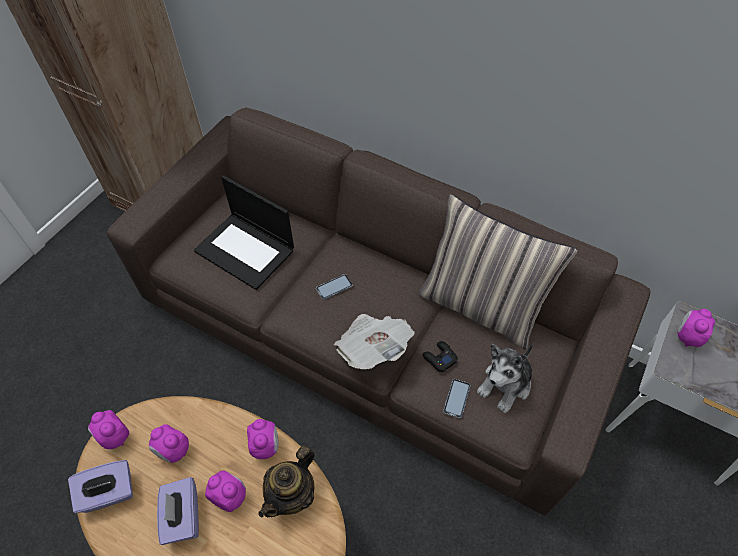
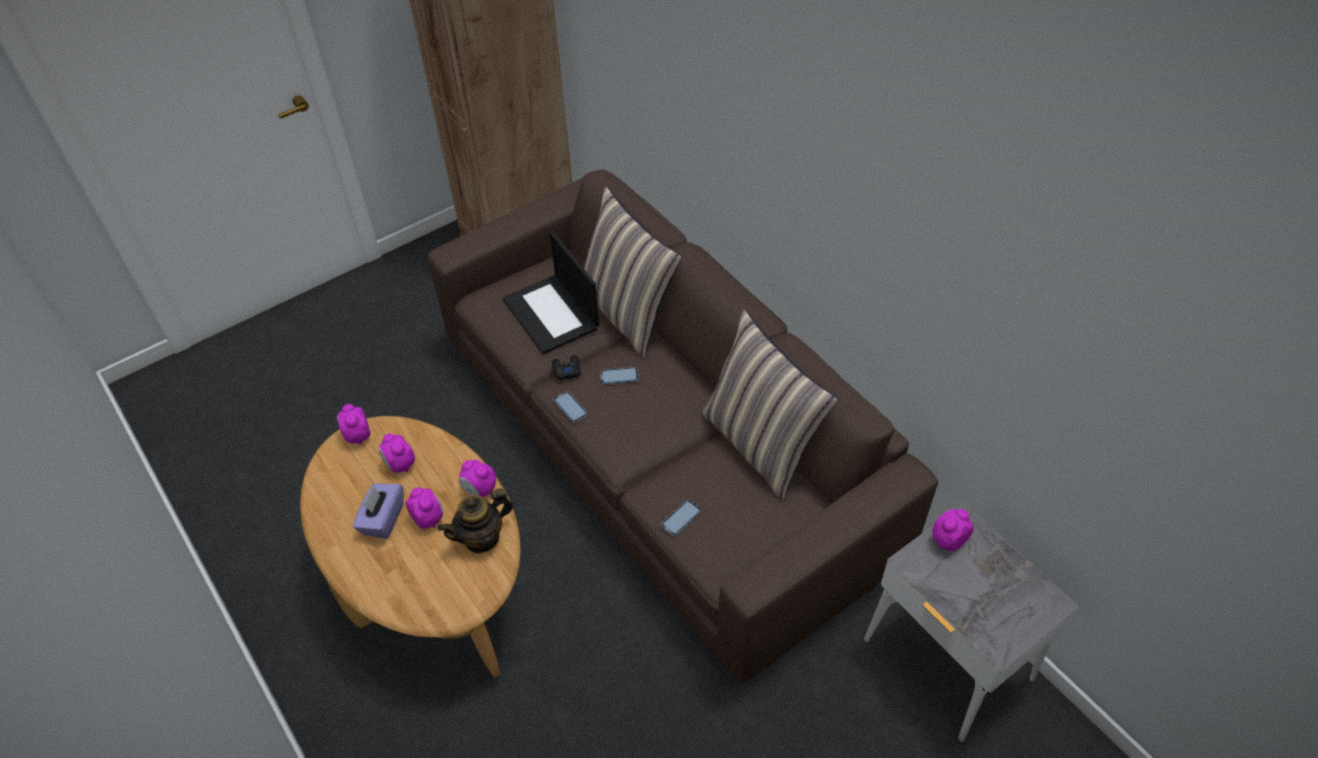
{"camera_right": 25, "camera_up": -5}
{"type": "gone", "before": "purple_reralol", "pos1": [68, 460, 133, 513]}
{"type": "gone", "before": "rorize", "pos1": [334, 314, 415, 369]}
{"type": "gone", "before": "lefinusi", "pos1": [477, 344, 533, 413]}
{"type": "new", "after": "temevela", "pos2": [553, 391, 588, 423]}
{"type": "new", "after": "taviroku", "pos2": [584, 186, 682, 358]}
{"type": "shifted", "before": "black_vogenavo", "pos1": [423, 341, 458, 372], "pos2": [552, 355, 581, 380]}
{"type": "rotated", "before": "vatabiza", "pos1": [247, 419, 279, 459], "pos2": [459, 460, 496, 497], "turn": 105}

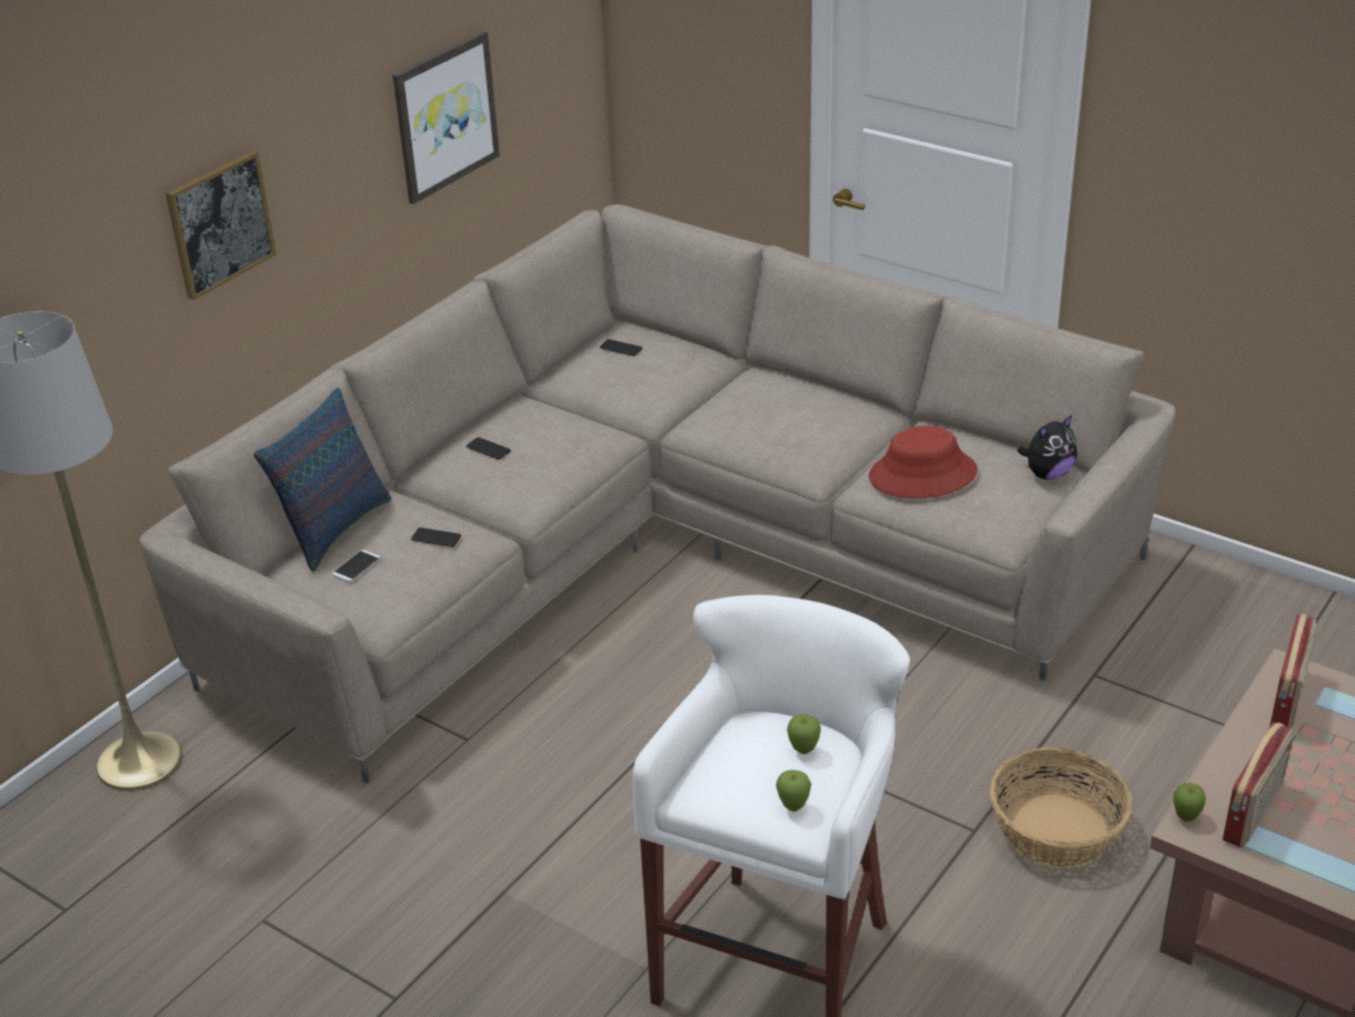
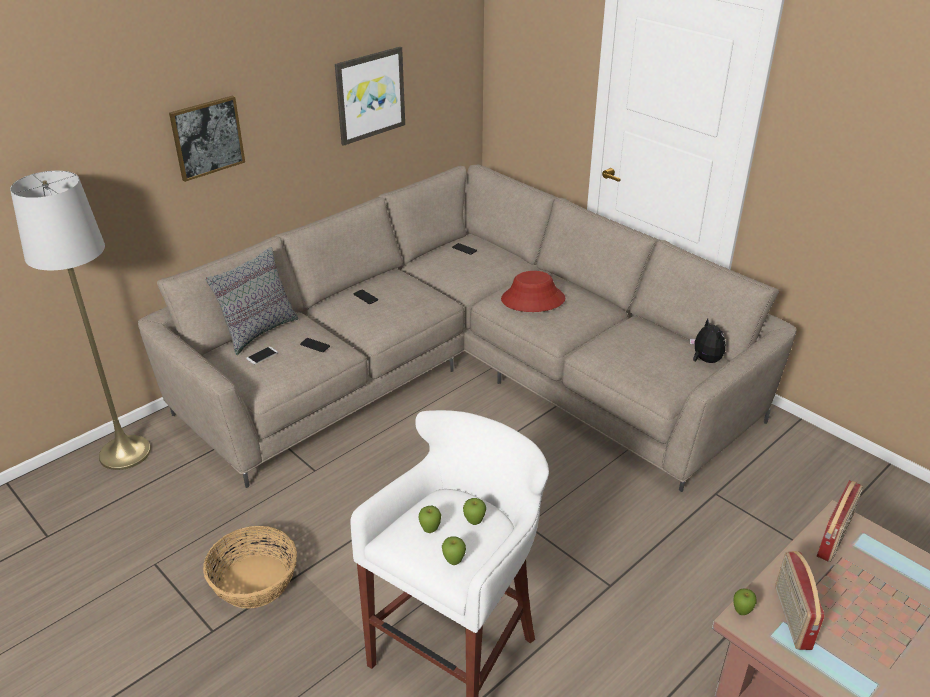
{"camera_right": 10, "camera_up": 0}
{"type": "new", "after": "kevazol", "pos2": [418, 506, 441, 533]}
{"type": "shifted", "before": "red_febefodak", "pos1": [869, 426, 978, 498], "pos2": [501, 271, 565, 312]}
{"type": "shifted", "before": "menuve", "pos1": [990, 748, 1132, 868], "pos2": [203, 526, 297, 609]}
{"type": "repainted", "before": "blue_taviroku", "after": "grey_taviroku", "pos1": [254, 388, 391, 572], "pos2": [205, 247, 299, 355]}
{"type": "rotated", "before": "lefinusi", "pos1": [1018, 415, 1077, 480], "pos2": [690, 318, 726, 363], "turn": -90}
{"type": "rotated", "before": "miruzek", "pos1": [1223, 722, 1294, 848], "pos2": [775, 551, 824, 650], "turn": 135}

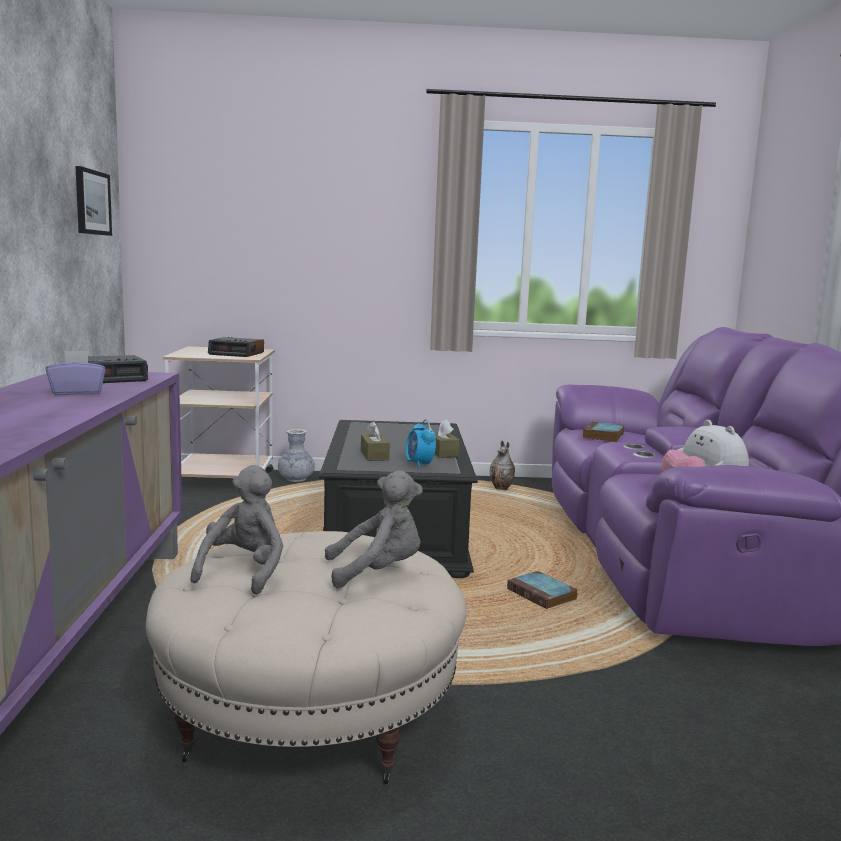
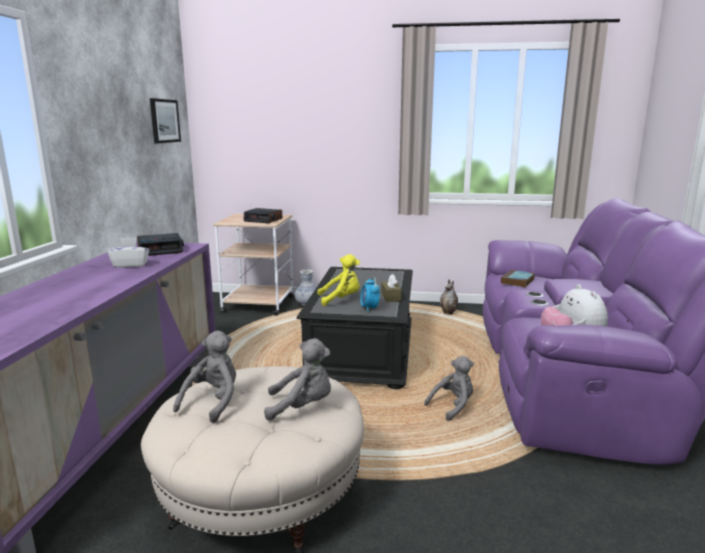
{"camera_right": 10, "camera_up": 5}
{"type": "swapped", "before": "brown_reralol", "after": "yellow_lefinusi", "pos1": [361, 421, 390, 461], "pos2": [318, 254, 360, 306]}
{"type": "swapped", "before": "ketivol", "after": "grey_lefinusi", "pos1": [507, 571, 578, 609], "pos2": [424, 356, 474, 421]}
{"type": "repainted", "before": "purple_reralol", "after": "white_reralol", "pos1": [46, 350, 106, 395], "pos2": [107, 237, 150, 268]}

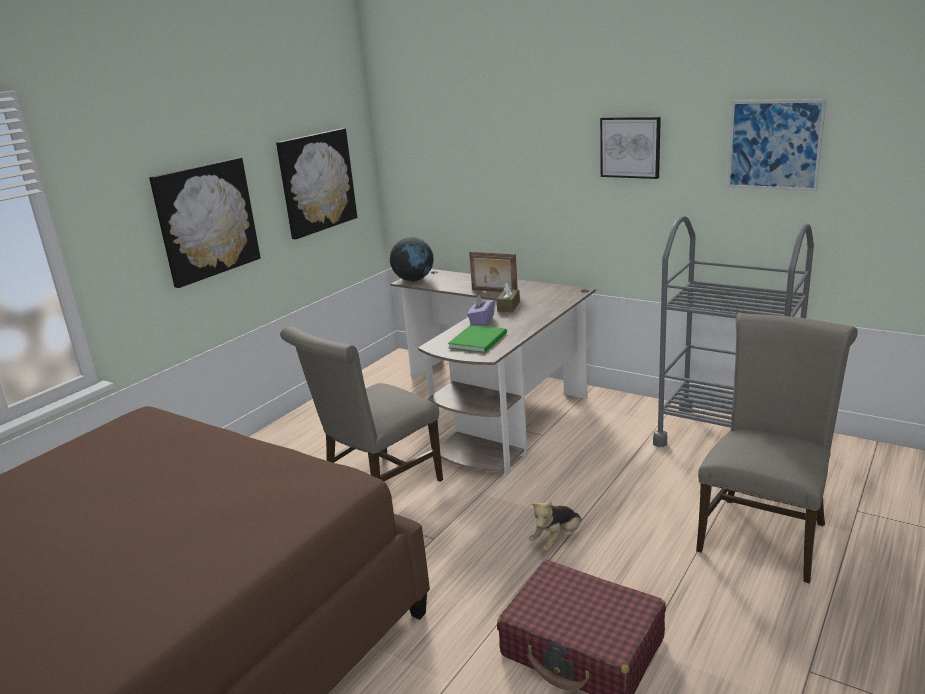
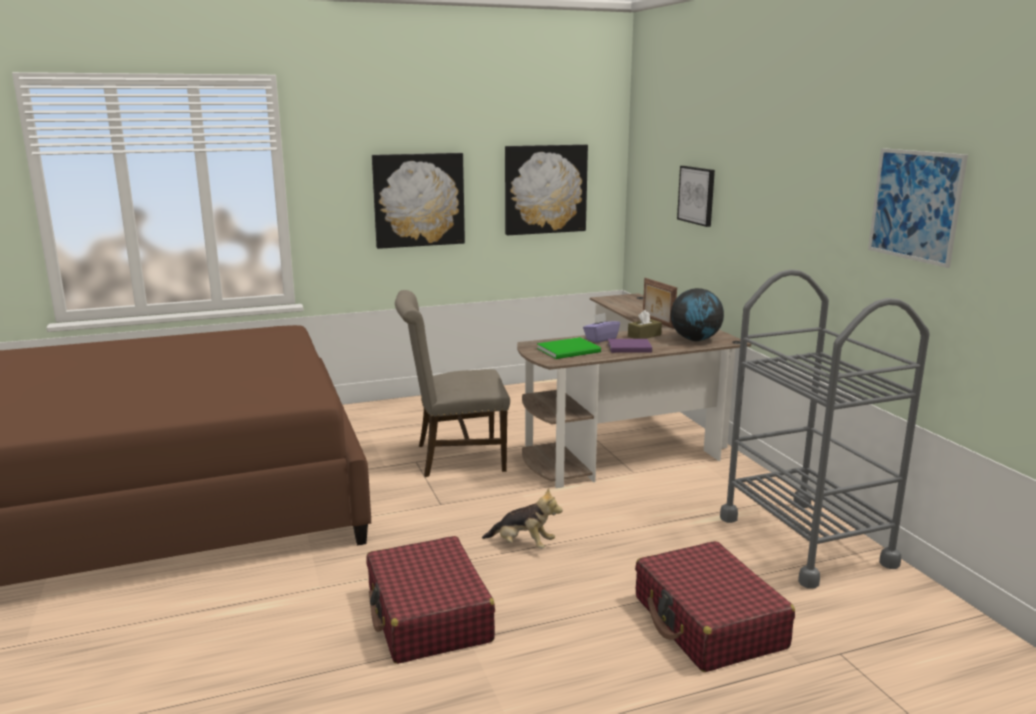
{"camera_right": 35, "camera_up": -5}
{"type": "new", "after": "purple_ketivol", "pos2": [608, 339, 652, 353]}
{"type": "shifted", "before": "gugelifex", "pos1": [390, 237, 433, 282], "pos2": [671, 288, 724, 341]}
{"type": "shifted", "before": "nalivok", "pos1": [600, 117, 661, 179], "pos2": [677, 166, 715, 227]}
{"type": "swapped", "before": "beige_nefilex", "after": "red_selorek", "pos1": [696, 313, 858, 584], "pos2": [635, 541, 795, 672]}
{"type": "rotated", "before": "lefinusi", "pos1": [529, 502, 582, 551], "pos2": [482, 487, 563, 549], "turn": -150}

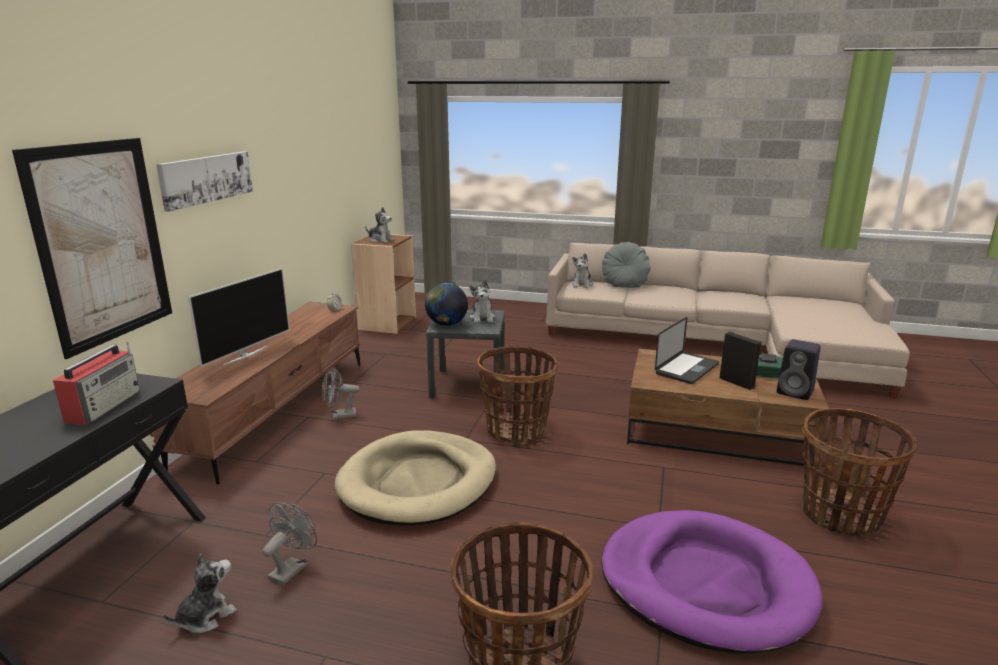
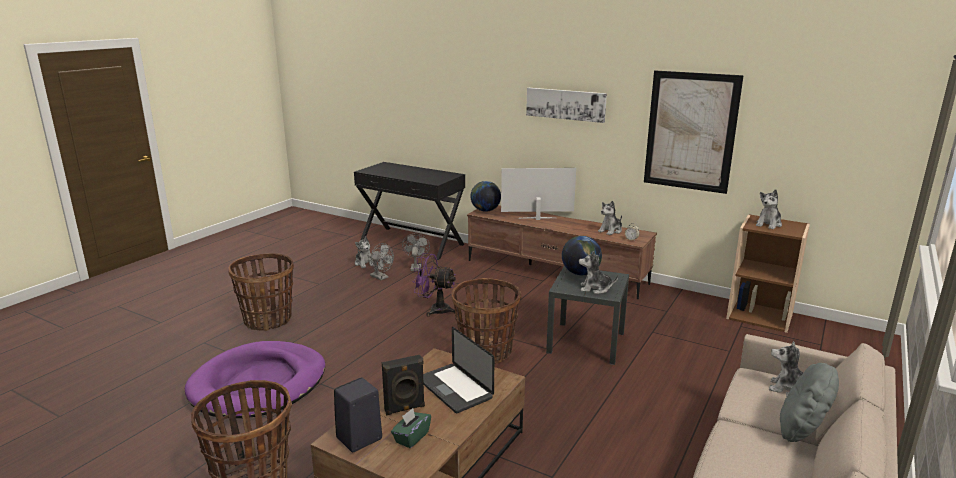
{"camera_right": 105, "camera_up": 0}
{"type": "gone", "before": "miruzek", "pos1": [53, 341, 140, 425]}
{"type": "new", "after": "gugelifex", "pos2": [471, 181, 501, 212]}
{"type": "new", "after": "lefinusi", "pos2": [598, 201, 622, 235]}
{"type": "shifted", "before": "nalivok", "pos1": [12, 138, 172, 359], "pos2": [644, 70, 744, 194]}
{"type": "shifted", "before": "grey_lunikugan", "pos1": [322, 367, 360, 419], "pos2": [402, 234, 430, 271]}
{"type": "swapped", "before": "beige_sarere", "after": "purple_lunikugan", "pos1": [335, 430, 496, 526], "pos2": [412, 253, 456, 317]}
{"type": "rotated", "before": "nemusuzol", "pos1": [188, 268, 290, 367], "pos2": [501, 168, 576, 220], "turn": 135}

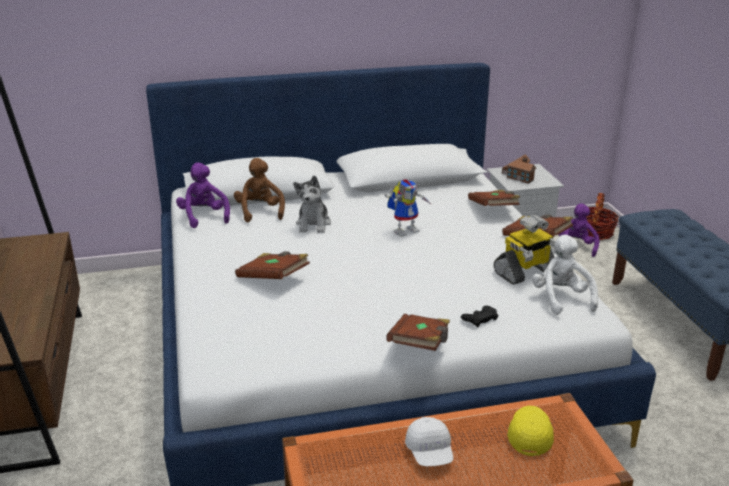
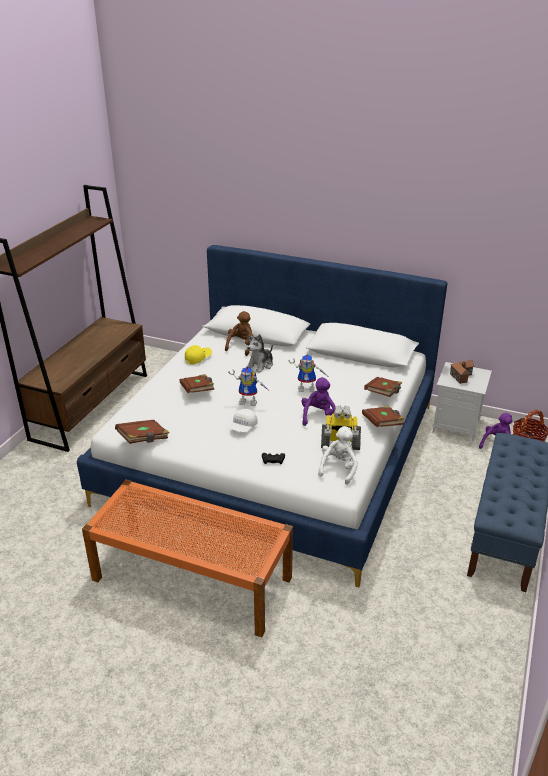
{"camera_right": 35, "camera_up": 5}
{"type": "new", "after": "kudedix", "pos2": [228, 367, 268, 406]}
{"type": "shifted", "before": "purple_lefinusi", "pos1": [176, 162, 230, 228], "pos2": [302, 377, 336, 426]}
{"type": "shifted", "before": "brown_ketivol", "pos1": [386, 314, 450, 351], "pos2": [115, 420, 169, 444]}
{"type": "shifted", "before": "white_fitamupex", "pos1": [405, 417, 453, 466], "pos2": [230, 409, 258, 432]}
{"type": "shifted", "before": "yellow_fitamupex", "pos1": [507, 406, 554, 456], "pos2": [185, 345, 212, 365]}

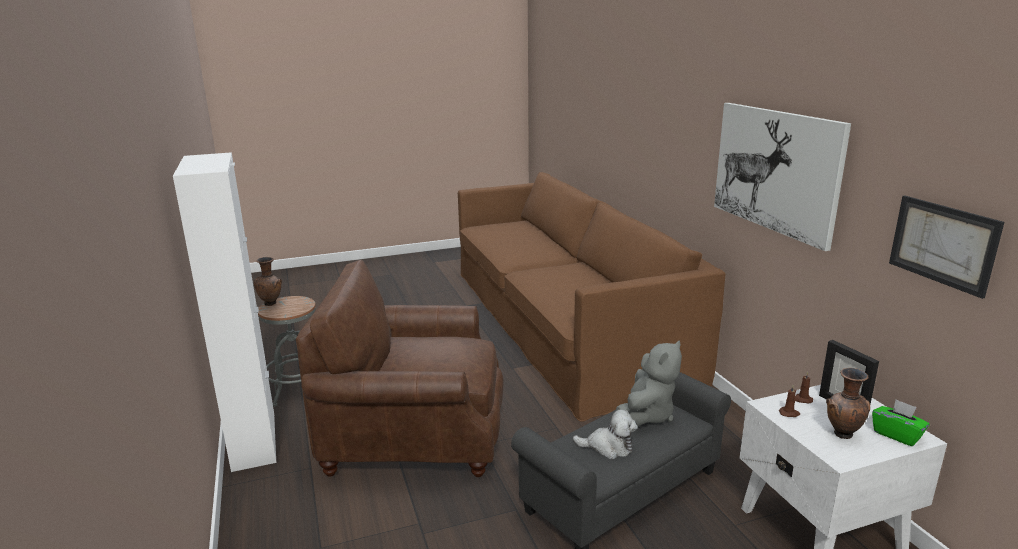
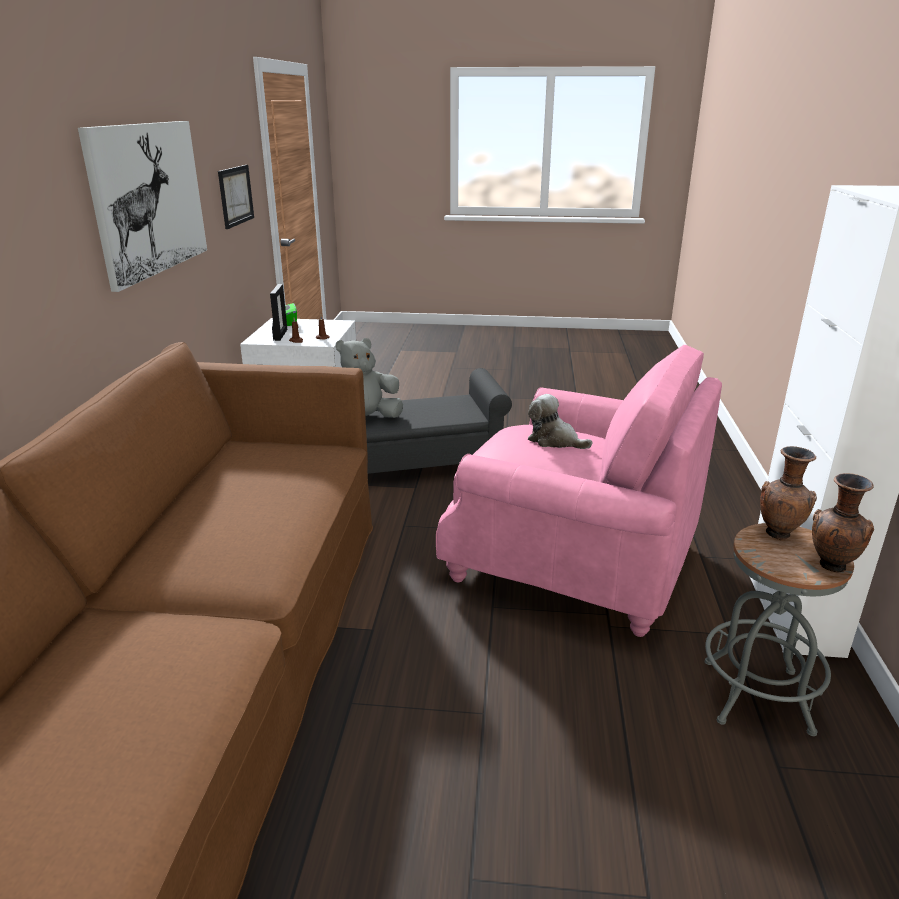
{"camera_right": -155, "camera_up": 5}
{"type": "shifted", "before": "lefinusi", "pos1": [573, 409, 638, 459], "pos2": [528, 394, 593, 449]}
{"type": "shifted", "before": "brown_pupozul", "pos1": [826, 368, 870, 439], "pos2": [760, 446, 817, 540]}
{"type": "repainted", "before": "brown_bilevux", "after": "pink_bilevux", "pos1": [296, 260, 504, 477], "pos2": [436, 345, 722, 637]}

